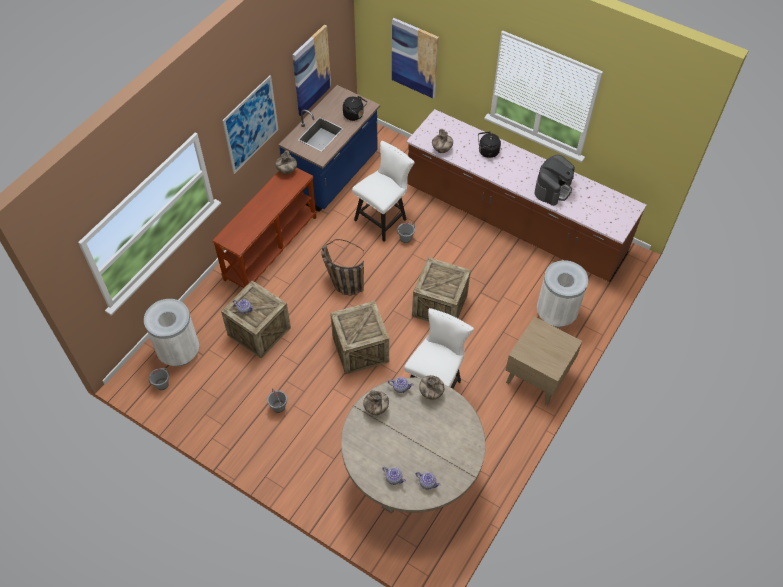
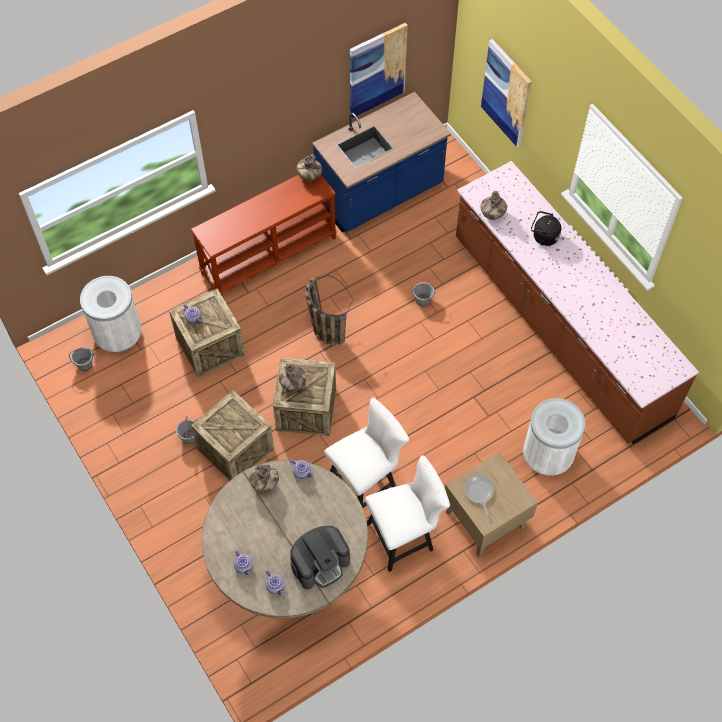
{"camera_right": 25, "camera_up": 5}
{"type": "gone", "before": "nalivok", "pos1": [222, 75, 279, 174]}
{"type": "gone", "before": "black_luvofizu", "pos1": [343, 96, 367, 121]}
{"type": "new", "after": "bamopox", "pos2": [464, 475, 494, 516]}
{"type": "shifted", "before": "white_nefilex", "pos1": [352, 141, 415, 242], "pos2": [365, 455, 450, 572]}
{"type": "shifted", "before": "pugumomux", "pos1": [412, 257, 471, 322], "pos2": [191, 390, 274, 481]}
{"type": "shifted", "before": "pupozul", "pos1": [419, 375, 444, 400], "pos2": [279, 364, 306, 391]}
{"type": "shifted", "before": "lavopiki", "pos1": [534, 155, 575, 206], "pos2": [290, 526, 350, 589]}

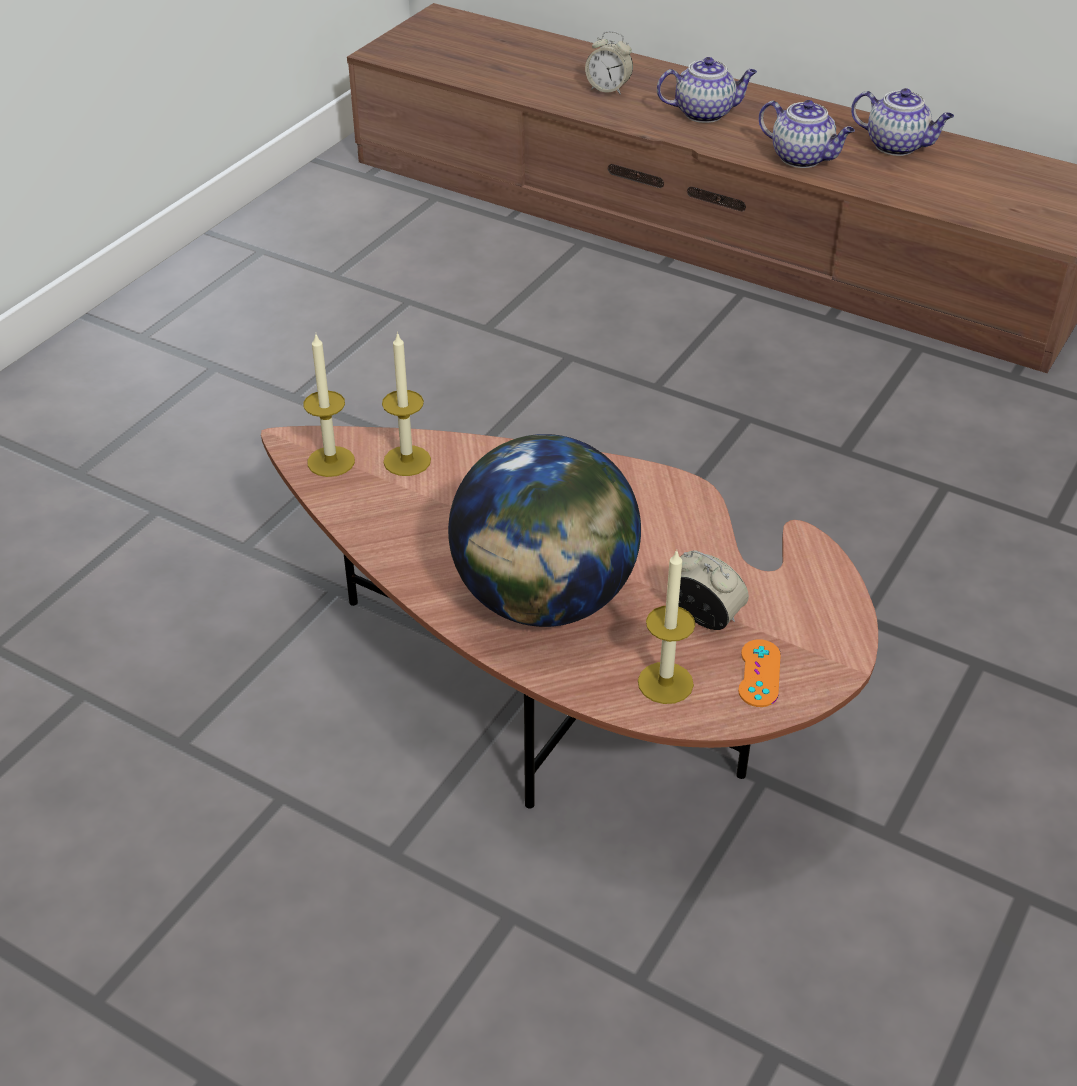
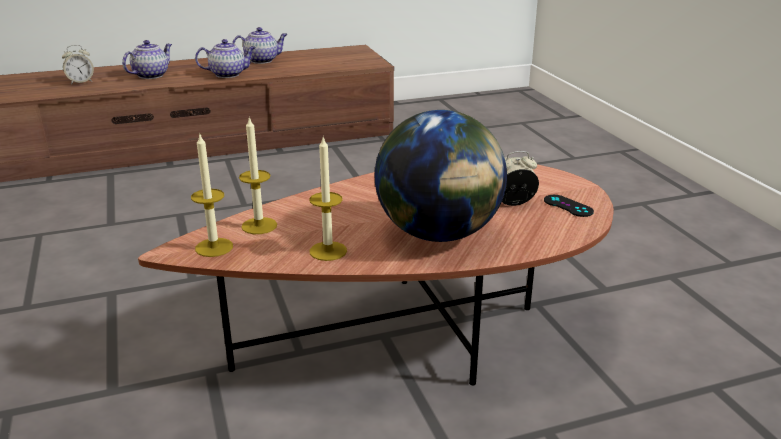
{"camera_right": -50, "camera_up": -15}
{"type": "shifted", "before": "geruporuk", "pos1": [638, 550, 695, 704], "pos2": [309, 138, 347, 261]}
{"type": "repainted", "before": "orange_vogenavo", "after": "black_vogenavo", "pos1": [738, 639, 781, 707], "pos2": [544, 195, 594, 217]}

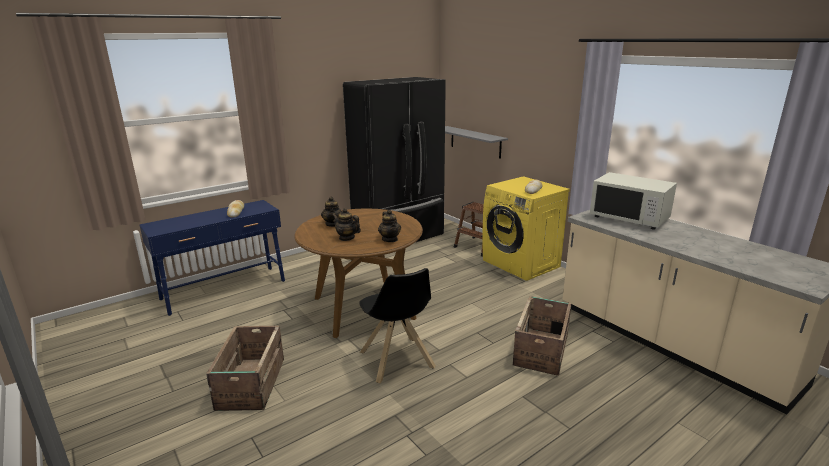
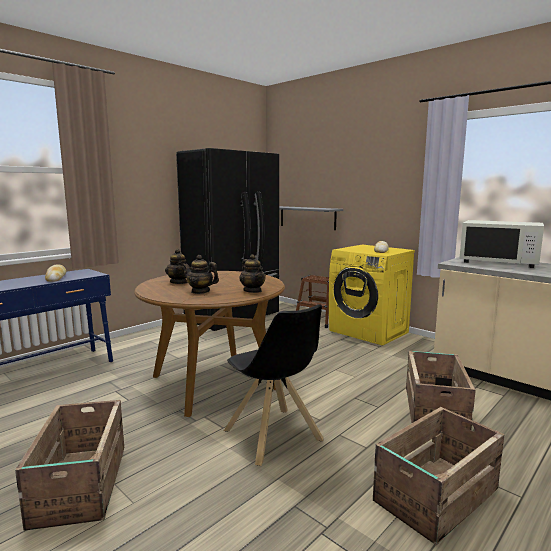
{"camera_right": -10, "camera_up": -10}
{"type": "new", "after": "pugumomux", "pos2": [373, 407, 505, 546]}

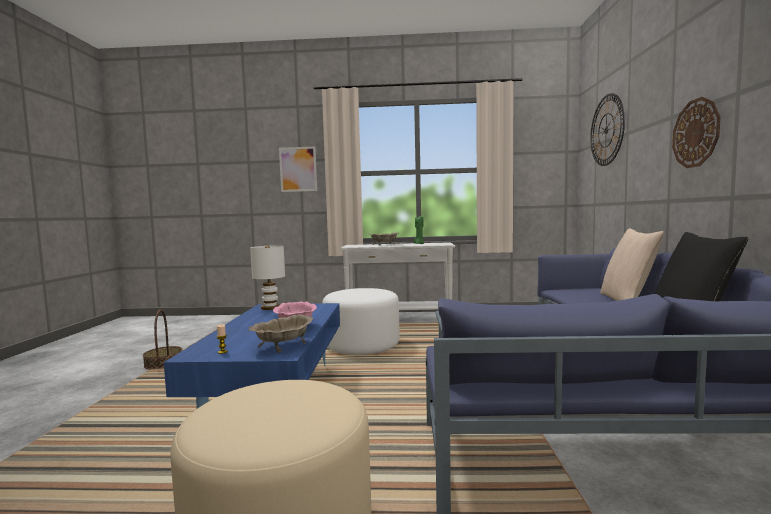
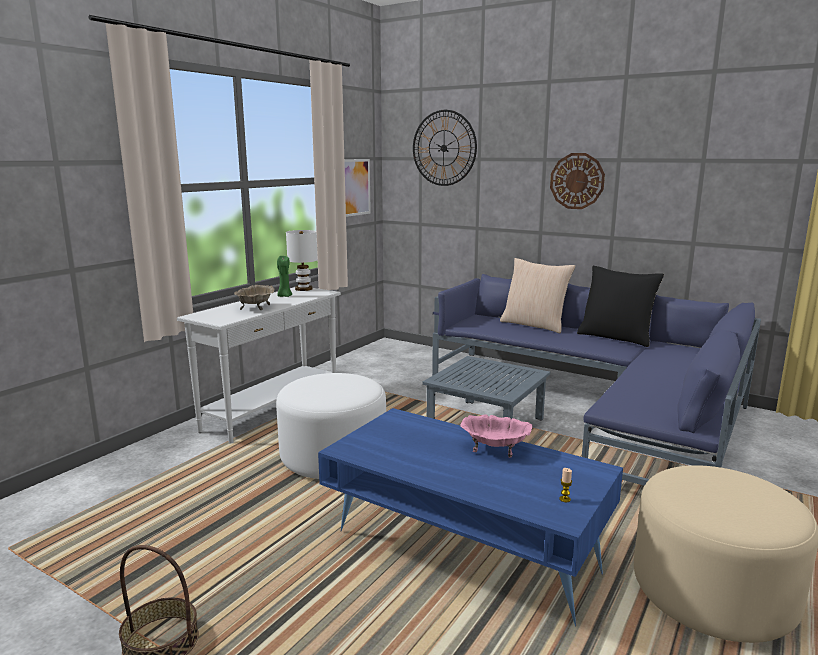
{"camera_right": -60, "camera_up": 10}
{"type": "gone", "before": "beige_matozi", "pos1": [248, 314, 313, 353]}
{"type": "shifted", "before": "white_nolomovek", "pos1": [250, 245, 285, 310], "pos2": [286, 230, 318, 291]}
{"type": "shifted", "before": "nalivok", "pos1": [279, 146, 317, 192], "pos2": [344, 159, 371, 217]}

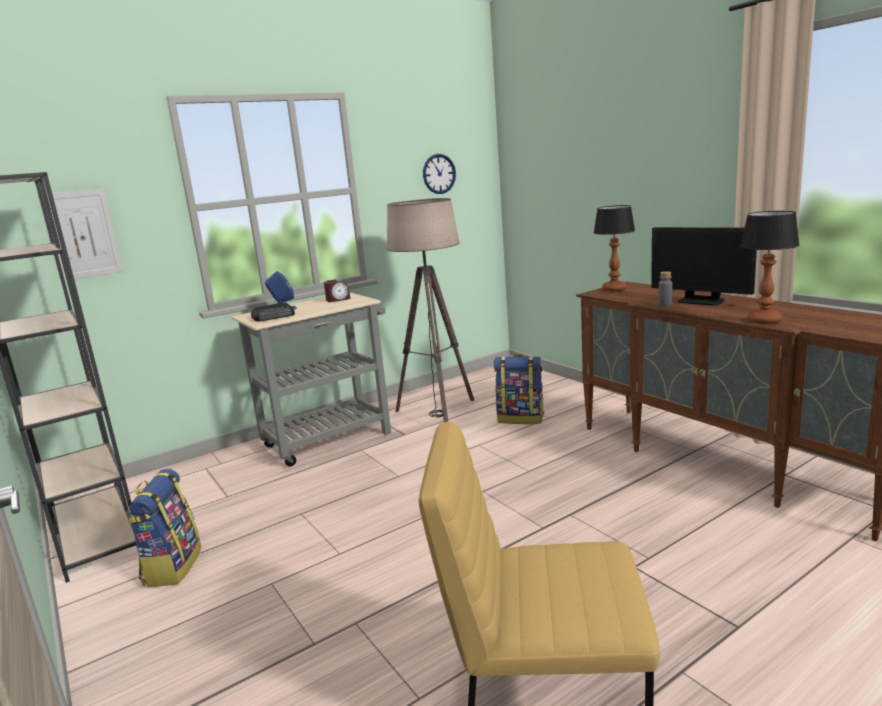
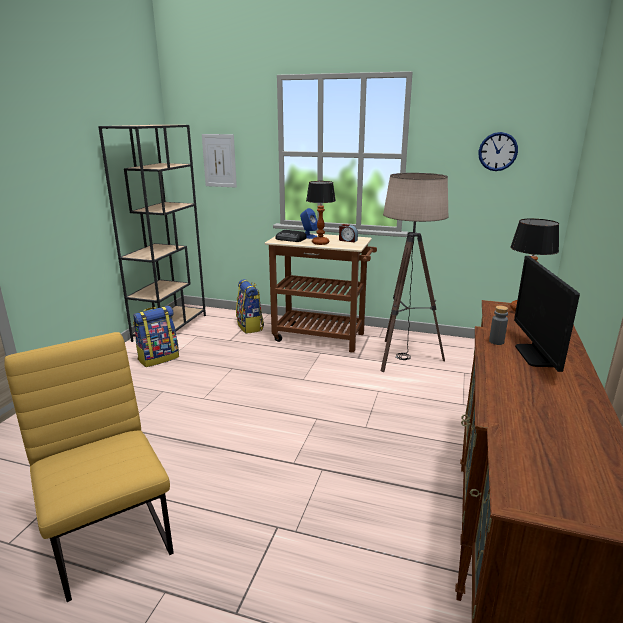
{"camera_right": 50, "camera_up": 5}
{"type": "shifted", "before": "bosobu", "pos1": [494, 354, 544, 424], "pos2": [236, 279, 264, 334]}
{"type": "shifted", "before": "nolomovek", "pos1": [740, 211, 800, 324], "pos2": [306, 181, 336, 245]}
{"type": "repainted", "before": "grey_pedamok", "after": "brown_pedamok", "pos1": [232, 293, 391, 466], "pos2": [265, 233, 377, 353]}

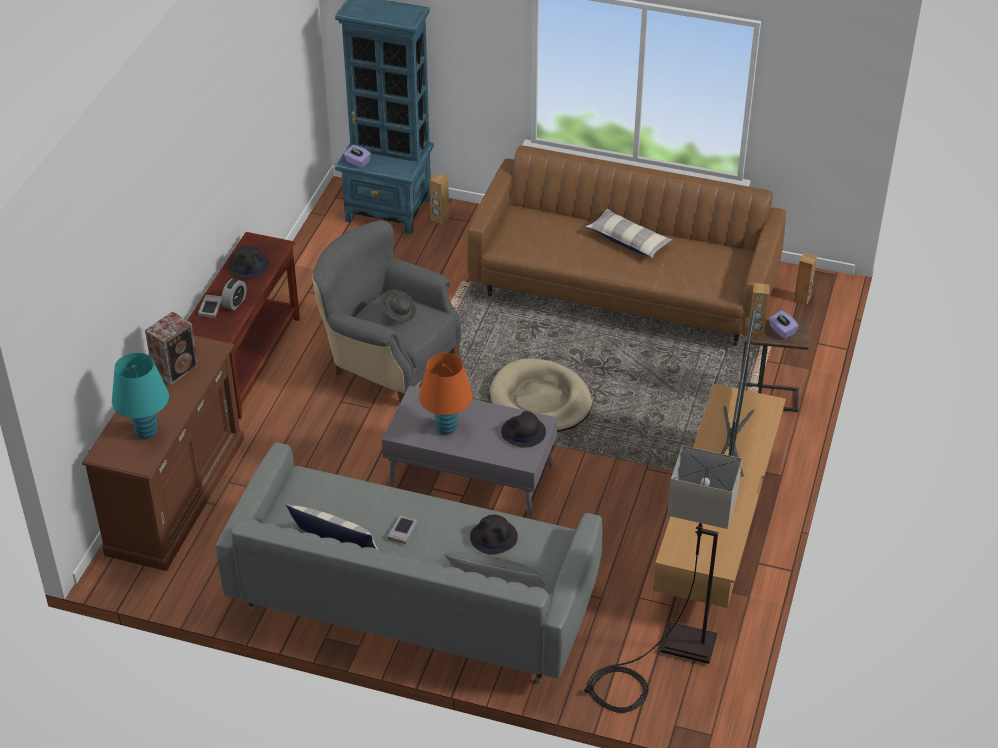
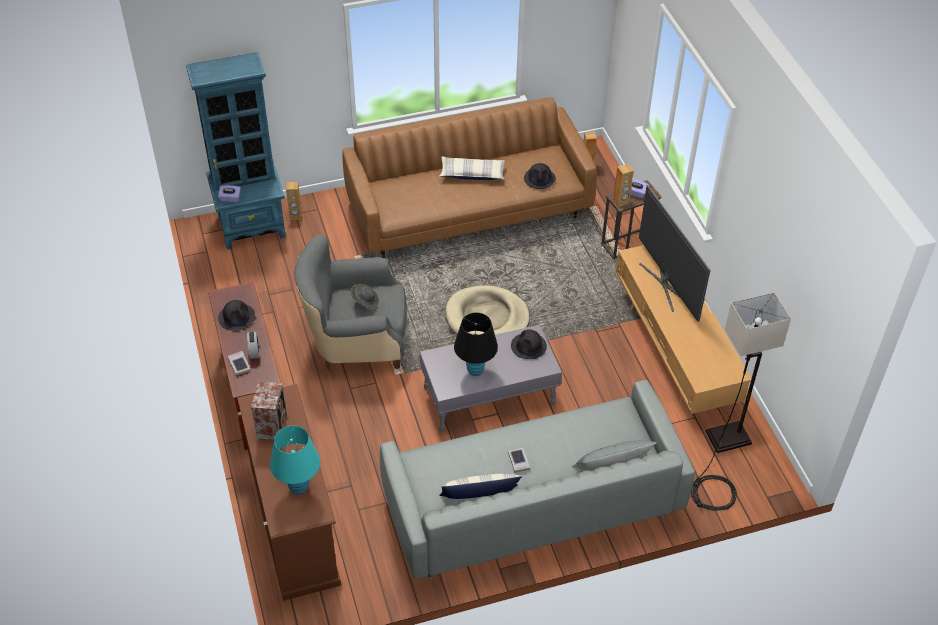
{"camera_right": -35, "camera_up": 5}
{"type": "shifted", "before": "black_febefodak", "pos1": [470, 515, 518, 555], "pos2": [524, 163, 556, 189]}
{"type": "repainted", "before": "orange_nolomovek", "after": "black_nolomovek", "pos1": [419, 353, 473, 435], "pos2": [454, 313, 498, 376]}

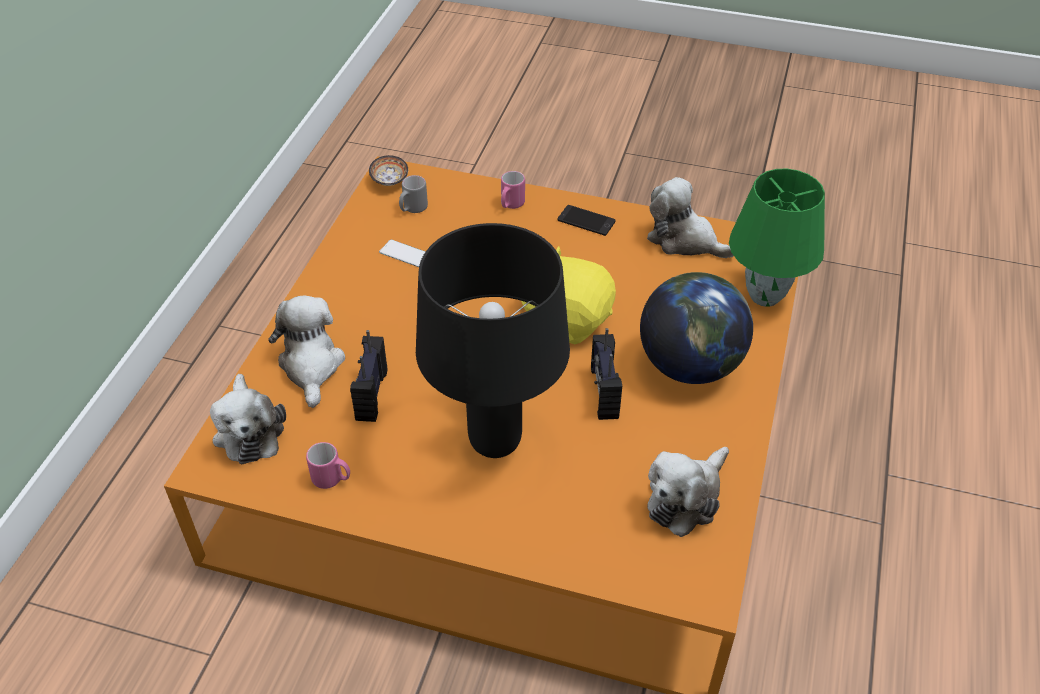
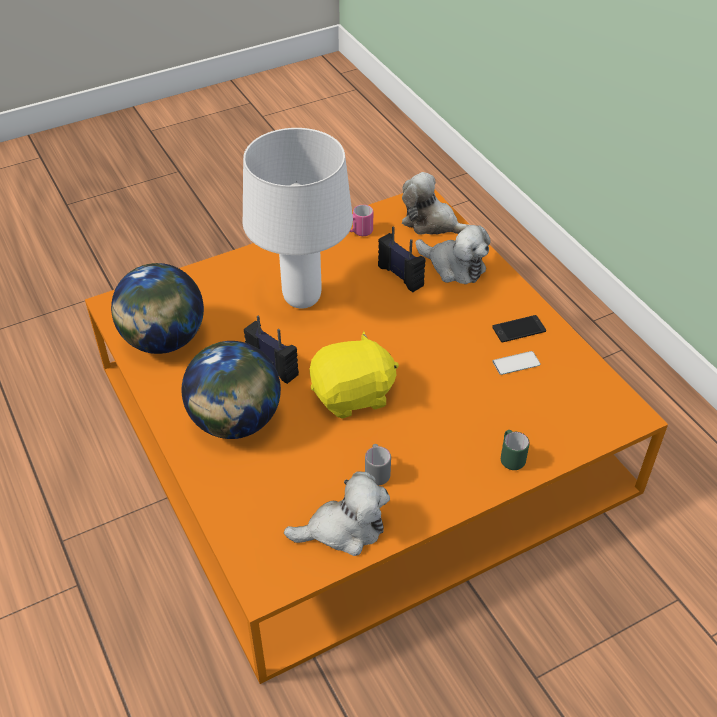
{"camera_right": 135, "camera_up": 0}
{"type": "gone", "before": "matozi", "pos1": [369, 155, 408, 186]}
{"type": "gone", "before": "green_nolomovek", "pos1": [729, 169, 825, 307]}
{"type": "shifted", "before": "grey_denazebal", "pos1": [399, 175, 428, 213], "pos2": [365, 444, 391, 485]}
{"type": "shifted", "before": "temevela", "pos1": [557, 205, 615, 236], "pos2": [492, 315, 546, 343]}
{"type": "swapped", "before": "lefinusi", "after": "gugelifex", "pos1": [647, 447, 729, 537], "pos2": [111, 263, 204, 354]}
{"type": "repainted", "before": "black_nolomovek", "after": "white_nolomovek", "pos1": [416, 223, 570, 458], "pos2": [243, 128, 353, 308]}
{"type": "repainted", "before": "pink_denazebal", "after": "green_denazebal", "pos1": [501, 171, 525, 209], "pos2": [501, 430, 530, 470]}

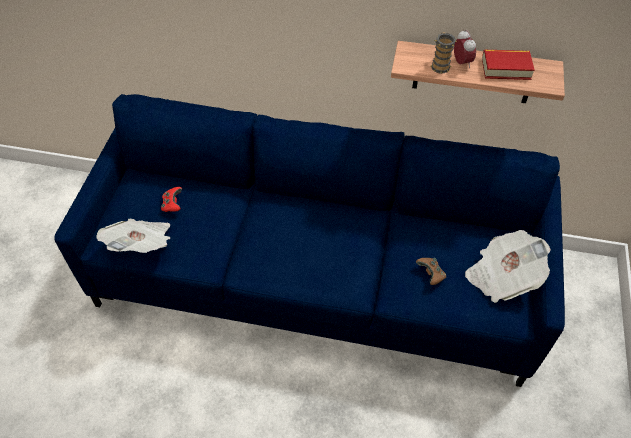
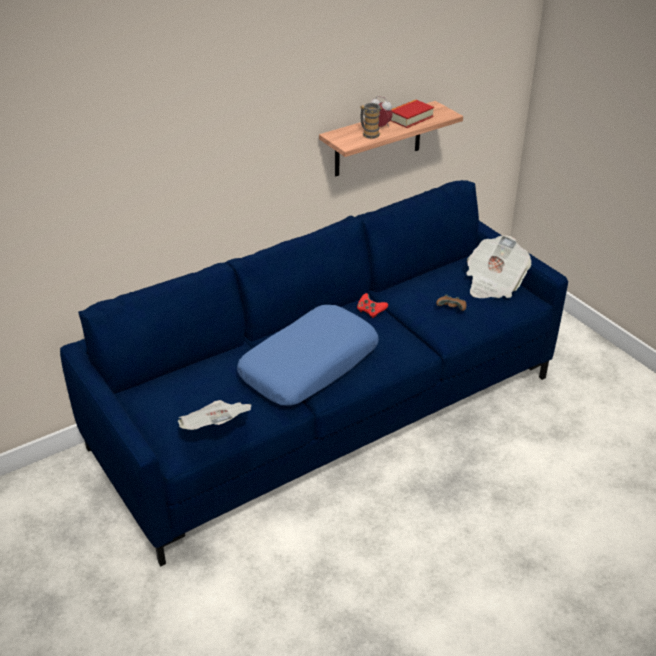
{"camera_right": -45, "camera_up": -15}
{"type": "new", "after": "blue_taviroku", "pos2": [237, 305, 379, 405]}
{"type": "shifted", "before": "red_vogenavo", "pos1": [161, 187, 182, 212], "pos2": [357, 293, 388, 318]}

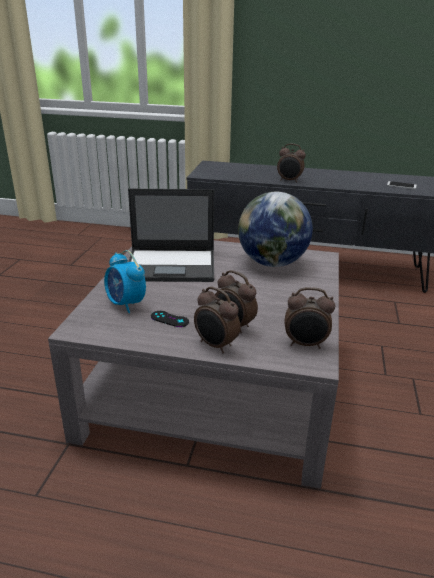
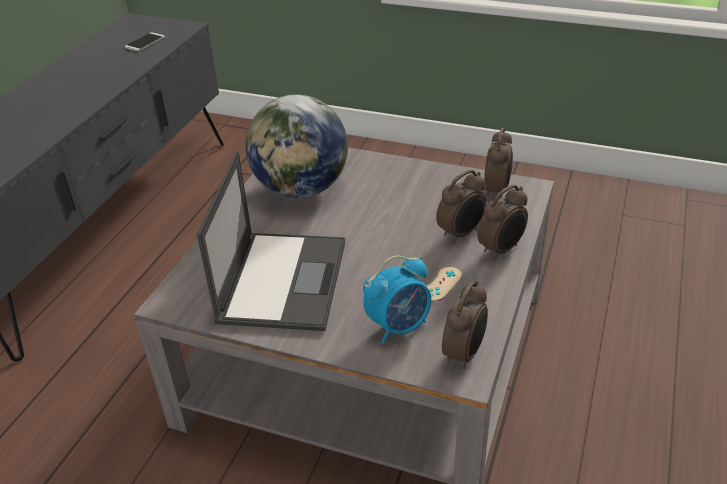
{"camera_right": -80, "camera_up": 10}
{"type": "shifted", "before": "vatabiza", "pos1": [277, 144, 306, 183], "pos2": [442, 281, 488, 369]}
{"type": "repainted", "before": "black_vogenavo", "after": "beige_vogenavo", "pos1": [151, 311, 189, 327], "pos2": [427, 267, 462, 301]}

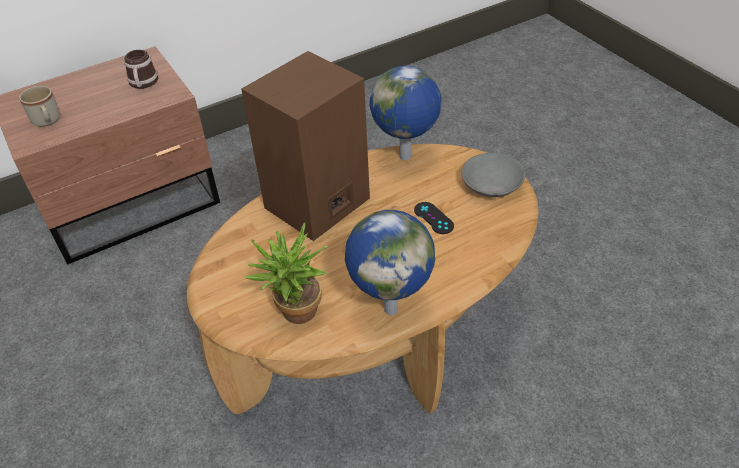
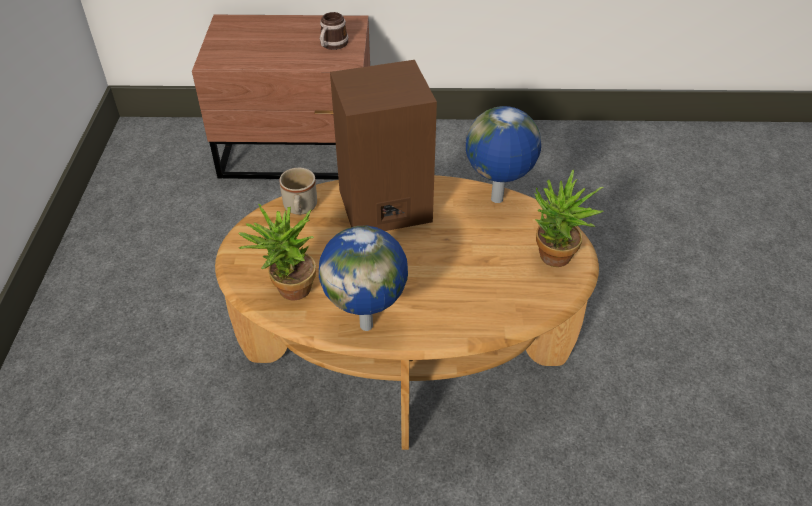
{"camera_right": 30, "camera_up": 0}
{"type": "gone", "before": "black_vogenavo", "pos1": [414, 202, 454, 234]}
{"type": "shifted", "before": "beige_denazebal", "pos1": [19, 86, 60, 127], "pos2": [279, 168, 317, 215]}
{"type": "swapped", "before": "grey_matozi", "after": "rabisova", "pos1": [461, 153, 526, 197], "pos2": [534, 170, 604, 267]}

